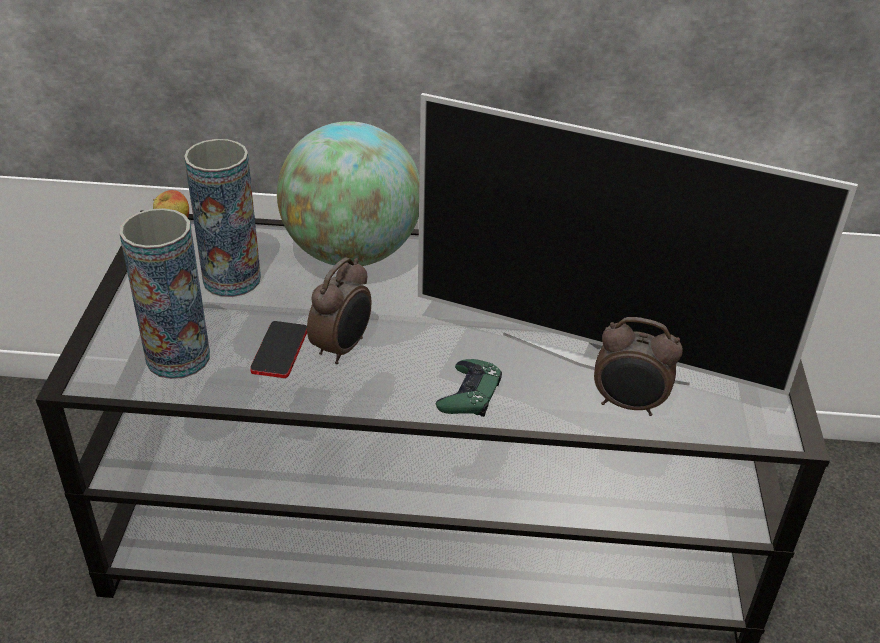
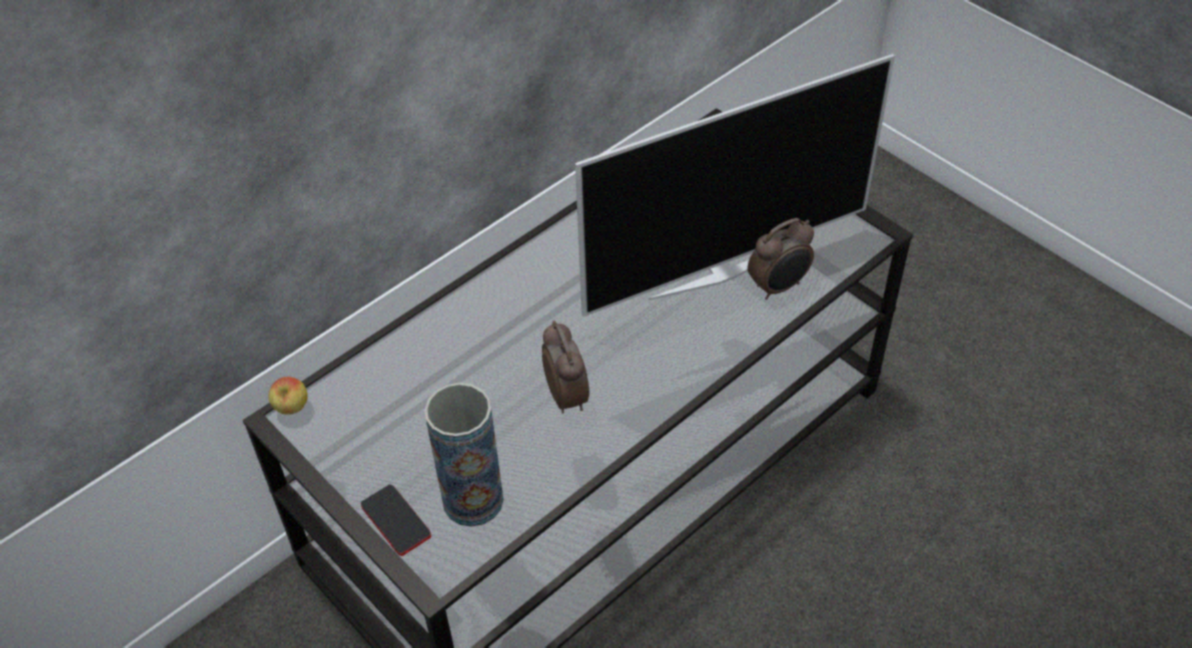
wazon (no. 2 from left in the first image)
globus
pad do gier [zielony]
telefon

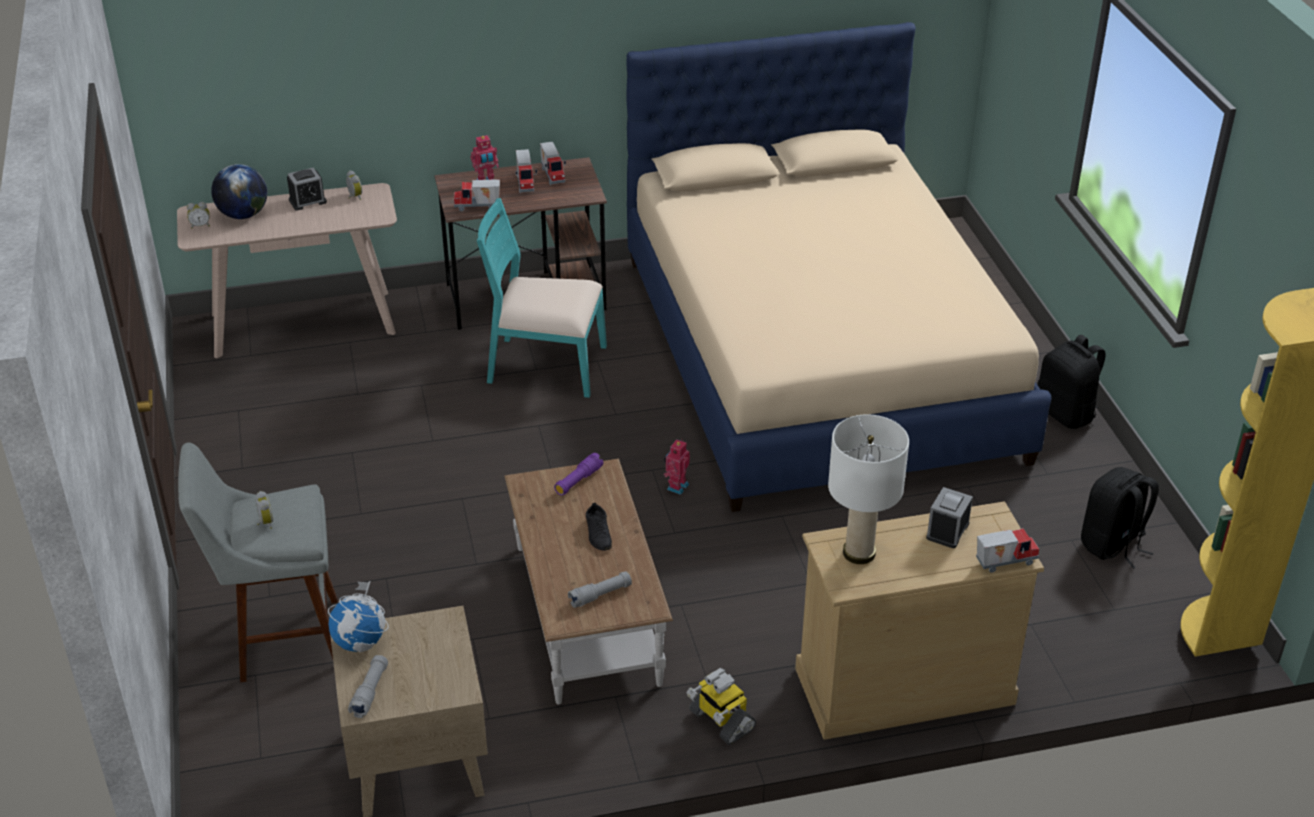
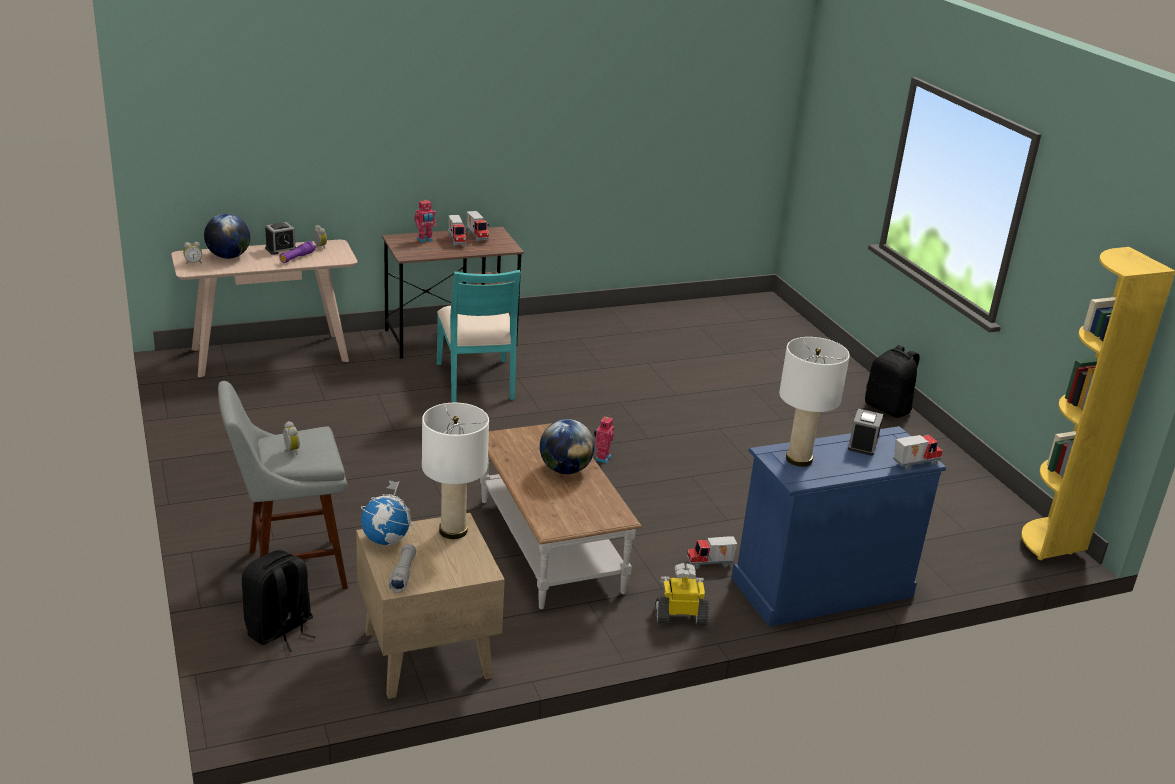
latarka [szary] (no. 2 from left in the first image)
łóżko [beżowy]
lampa stołowa [biały] (no. 1 from left)
ciężarówka zabawkowa (no. 3 from left)
latarka [fioletowy]
plecak [czarny] (no. 1 from left)
globus (no. 3 from left)
komoda [niebieski]
krzesło [turkusowy]
robot zabawkowy (no. 3 from left)

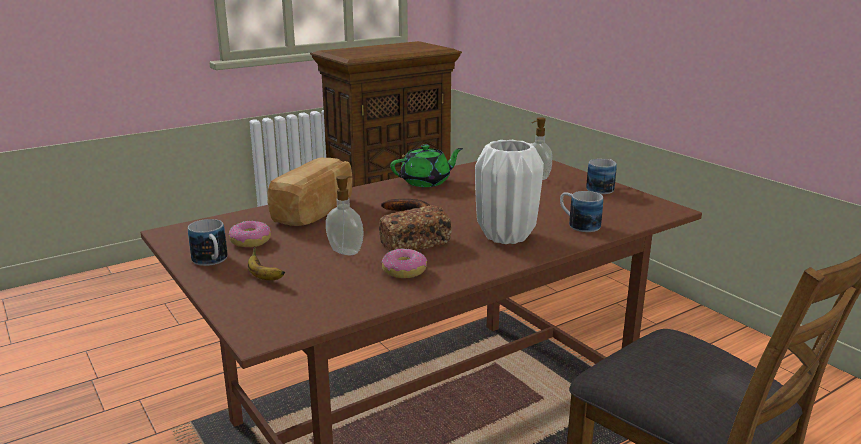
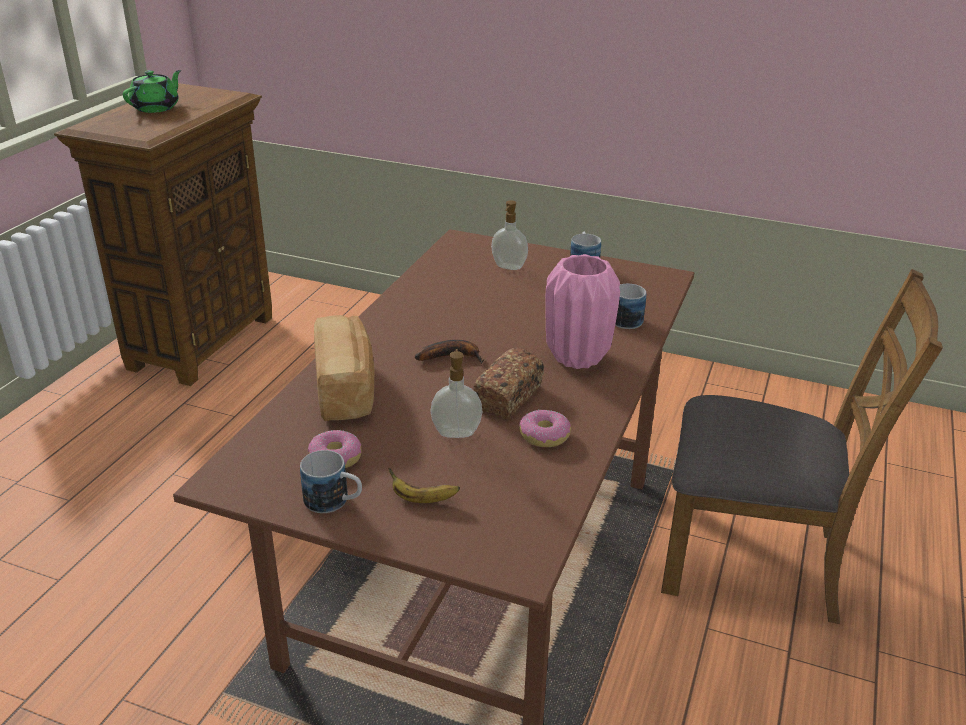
imbryk [zielony]
wazon [różowy]

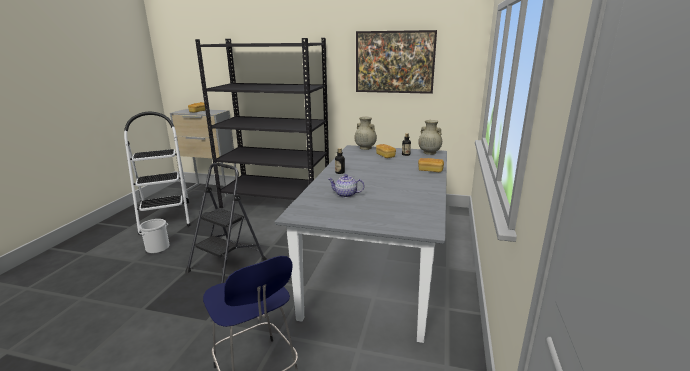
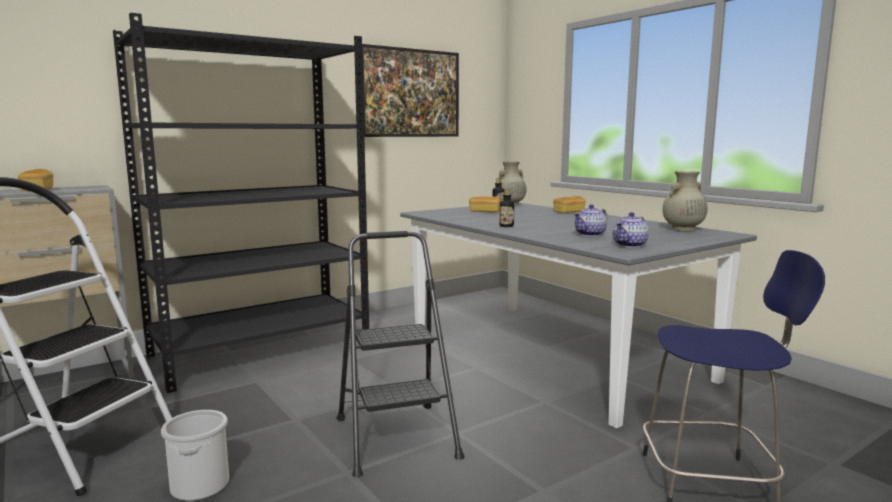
imbryk (no. 2 from left)
wazon [beżowy] (no. 2 from left)

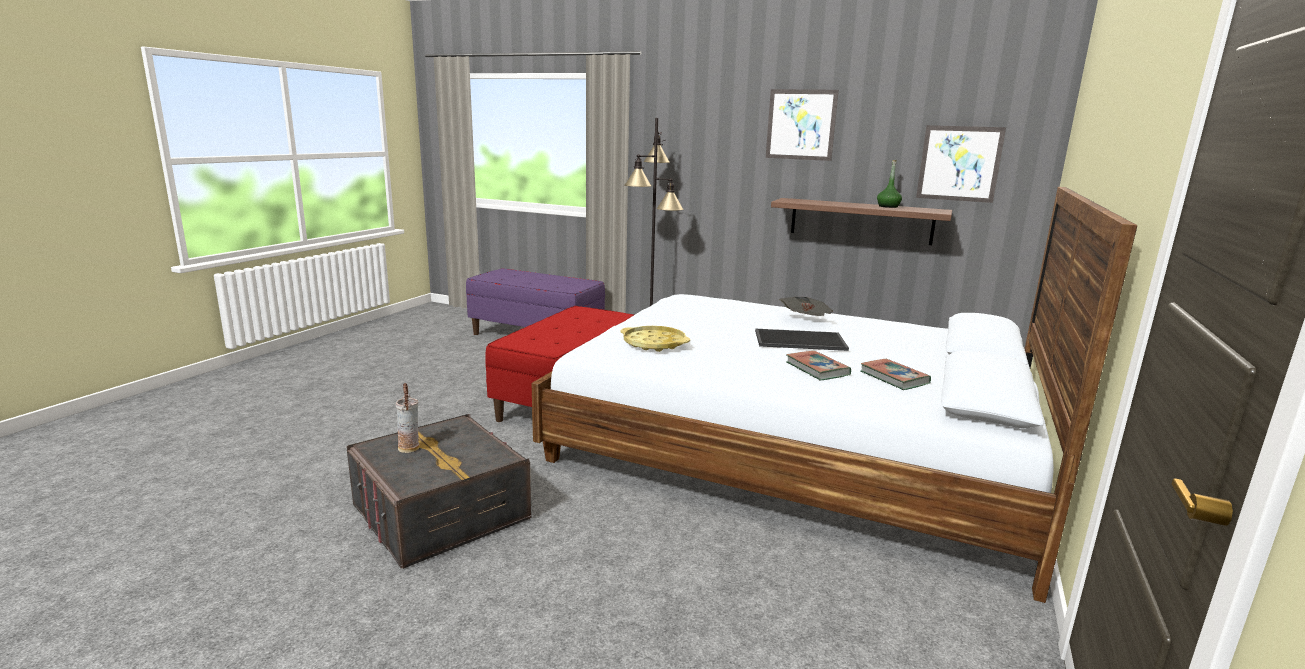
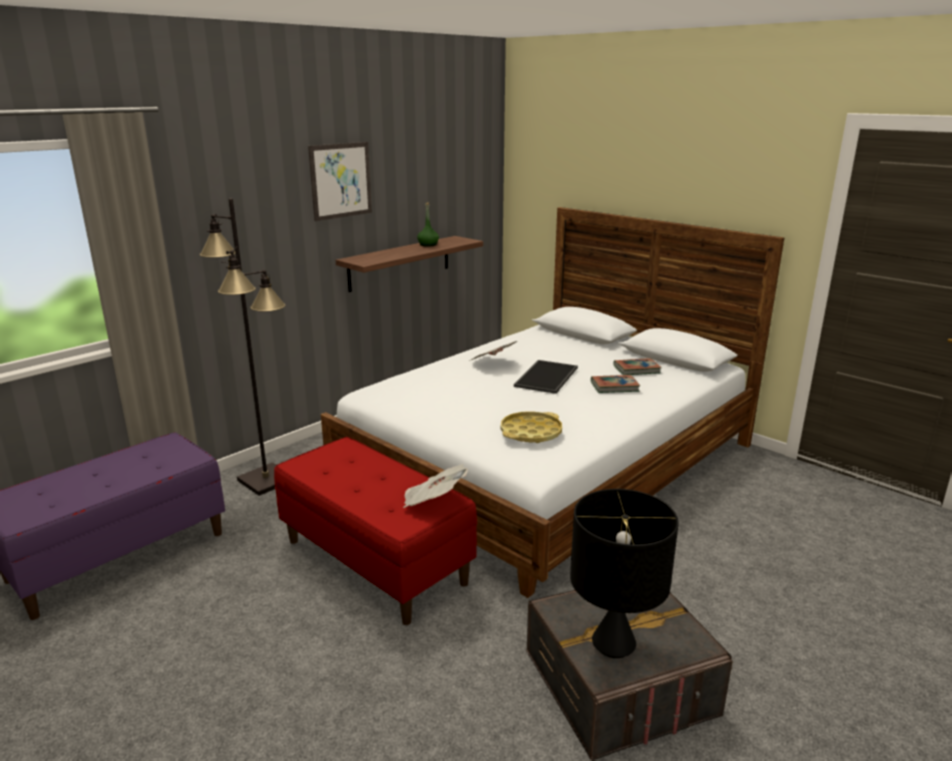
obraz (no. 2 from left in the first image)
gazeta (no. 1 from left)
lampa stołowa [czarny]

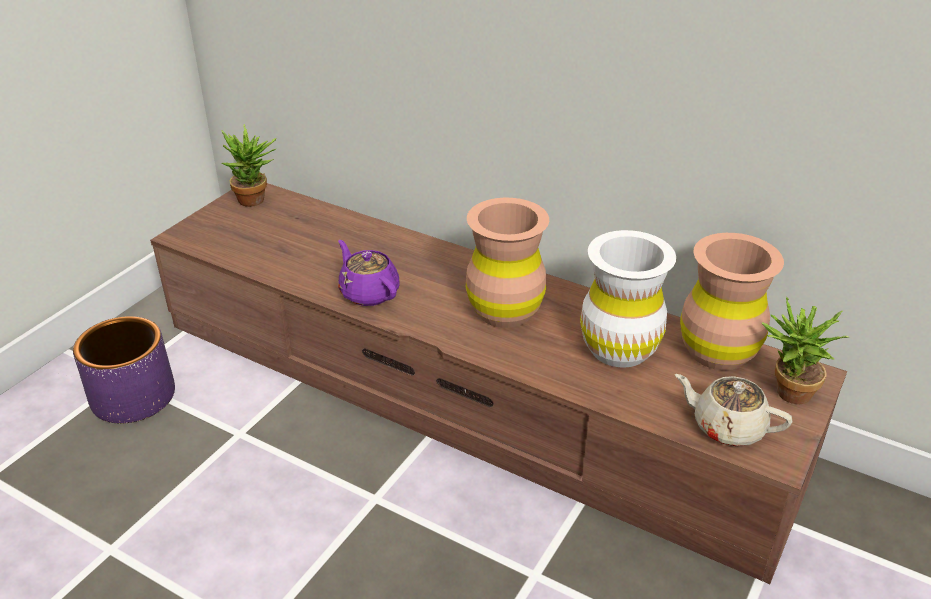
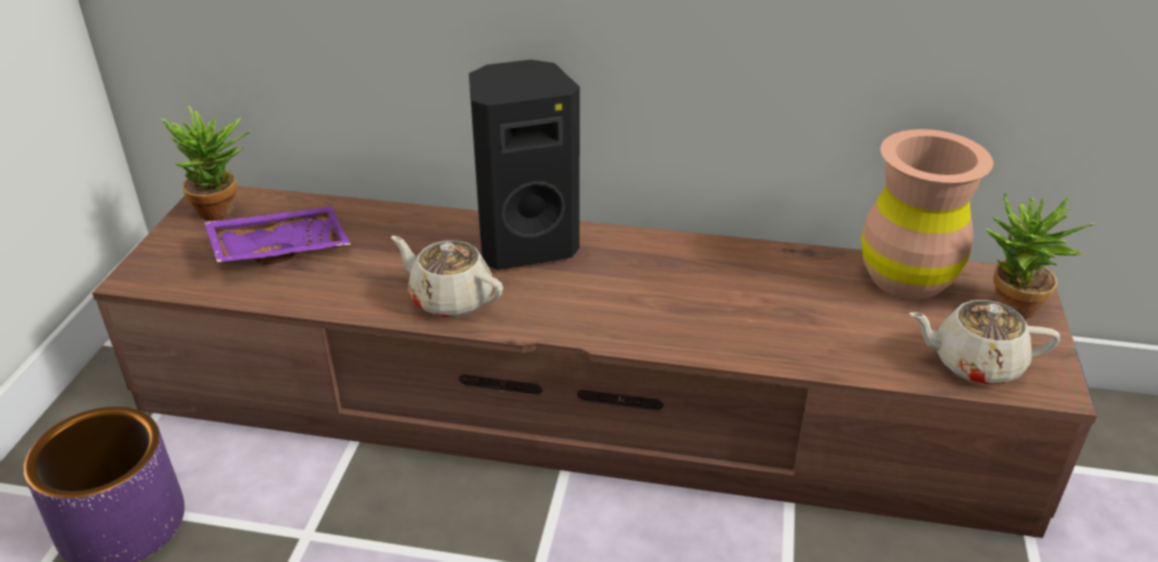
wazon [brązowy] (no. 1 from left in the first image)
wazon [biały]
taca [fioletowy]
głośnik [czarny]
imbryk [beżowy] (no. 1 from left)

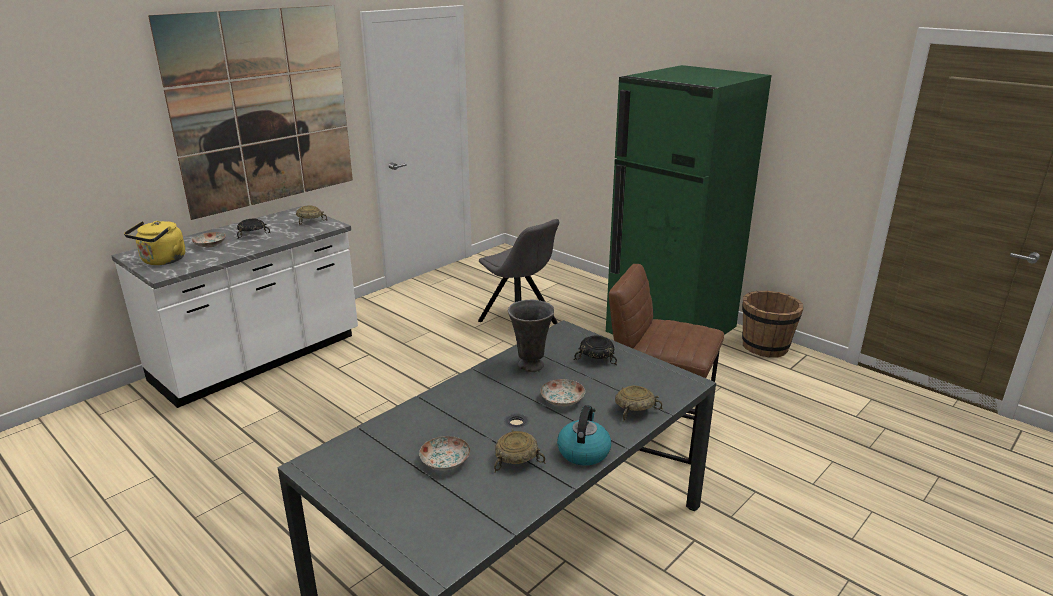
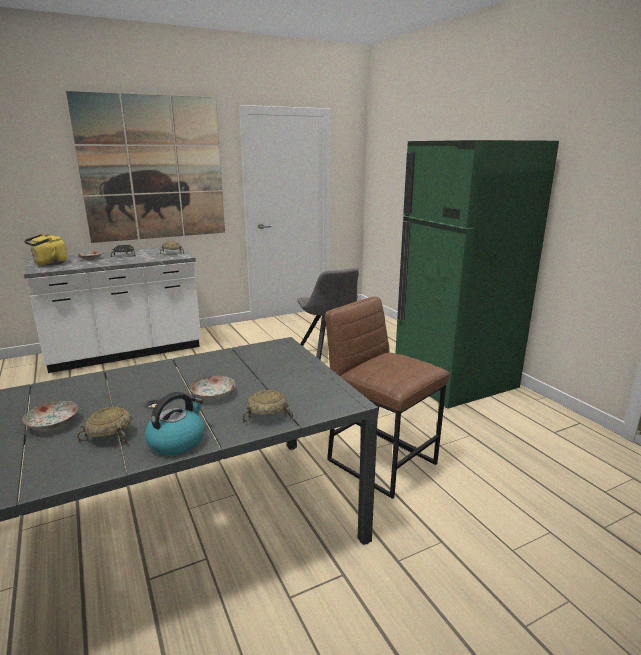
wazon [szary]
miska [czarny] (no. 2 from left in the first image)
wiadro [brązowy]

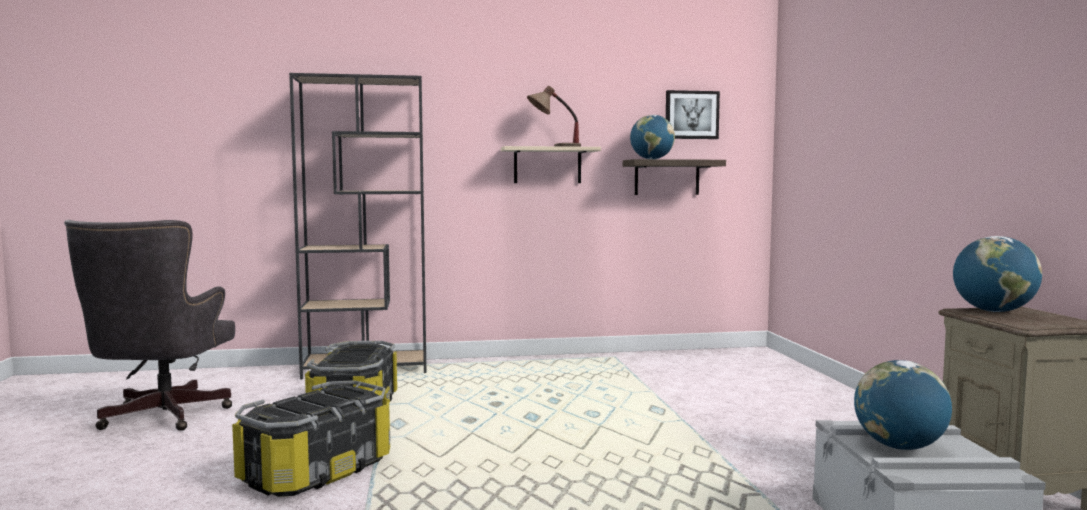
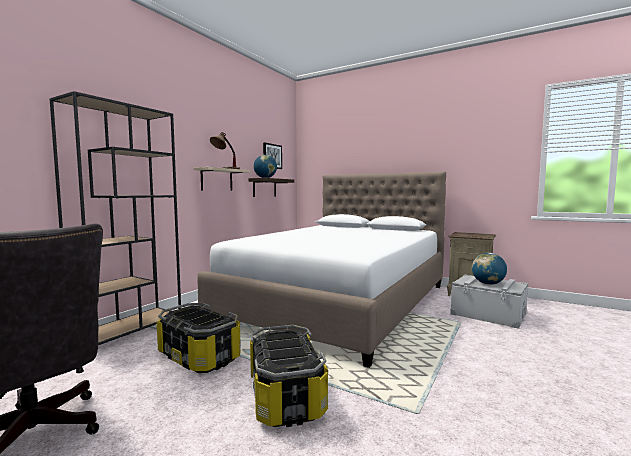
globus (no. 3 from left in the first image)
łóżko [biały]

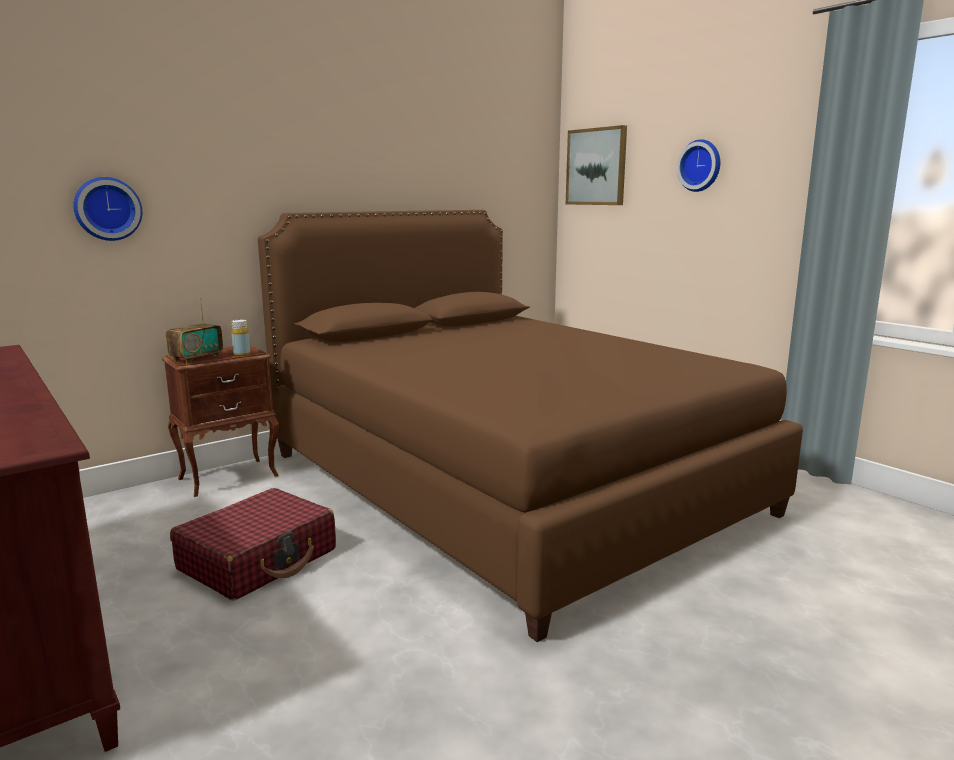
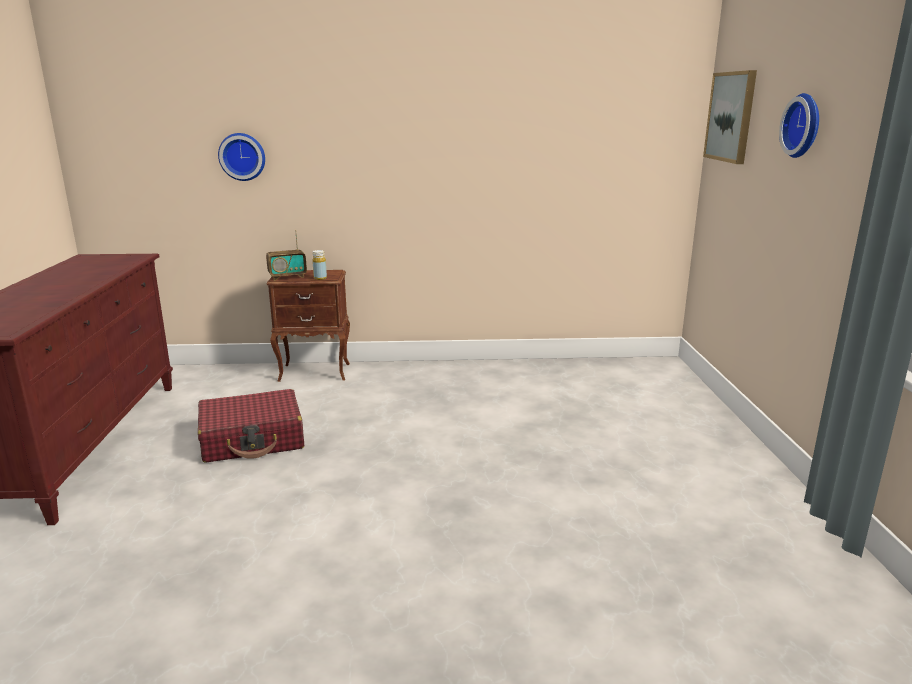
łóżko [brązowy]

